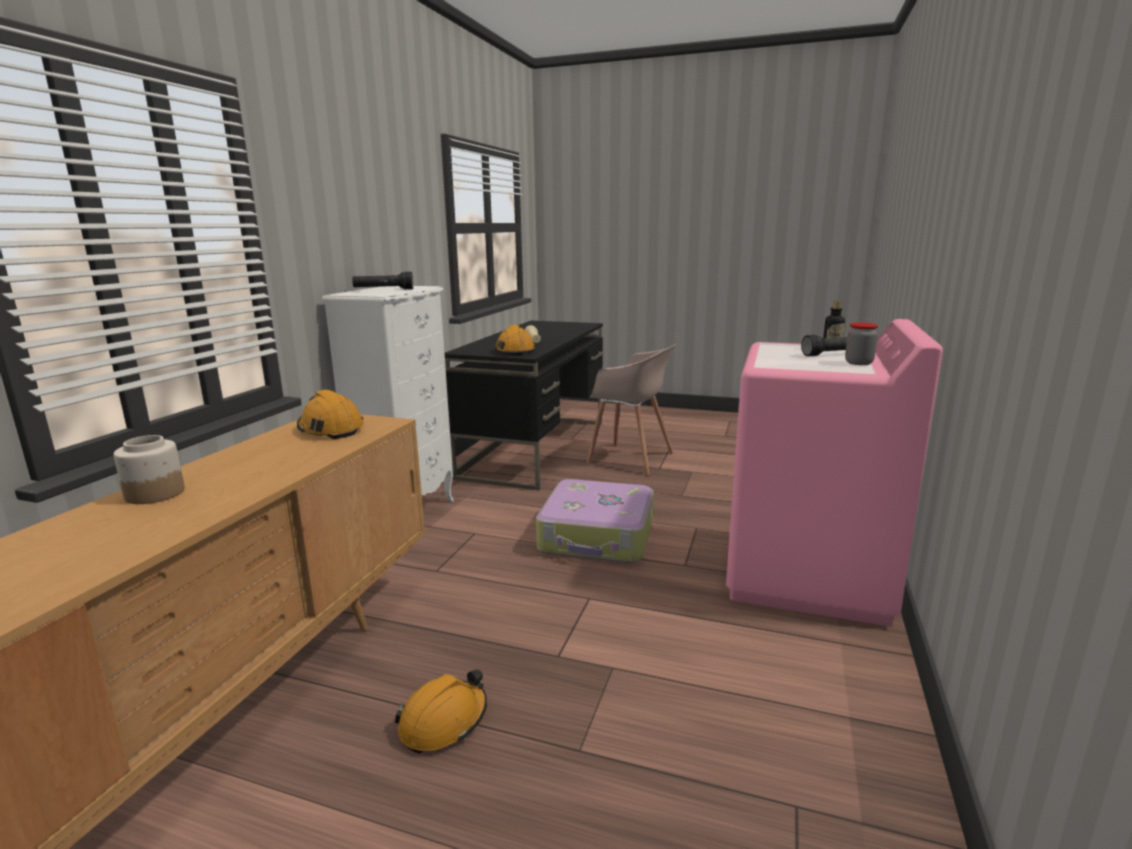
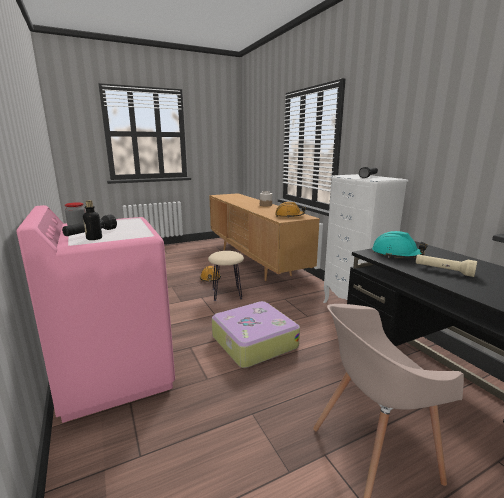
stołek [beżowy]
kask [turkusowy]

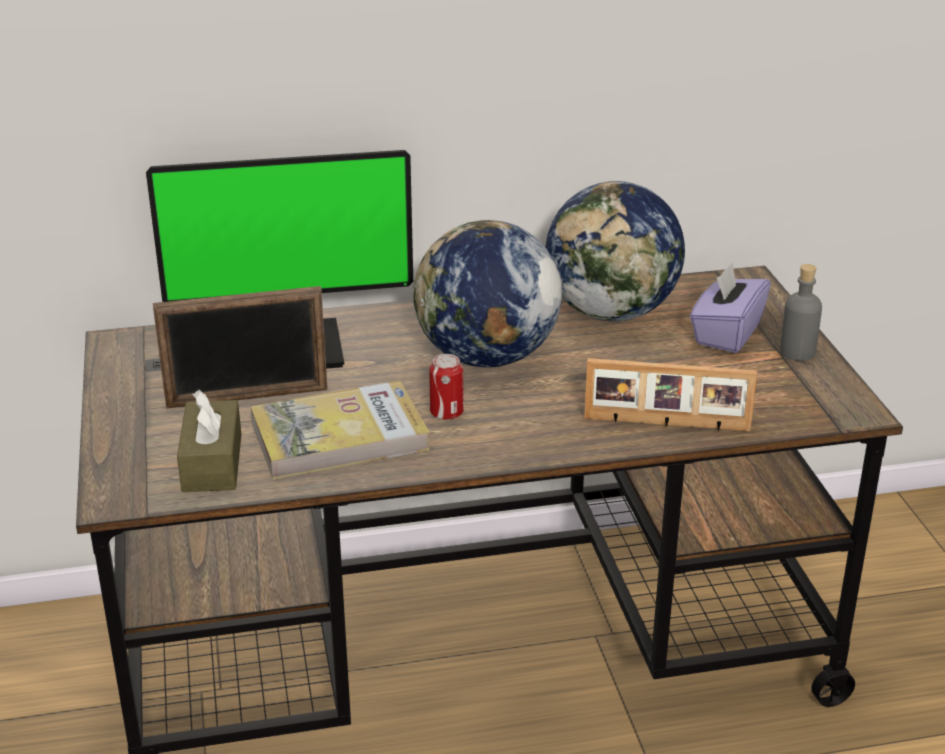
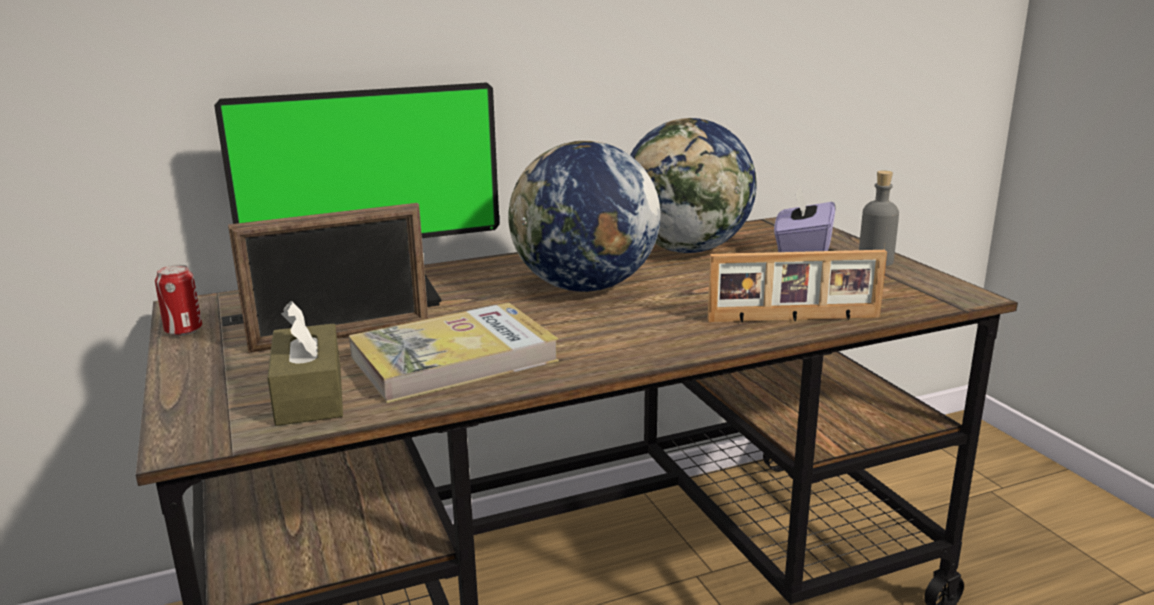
puszka

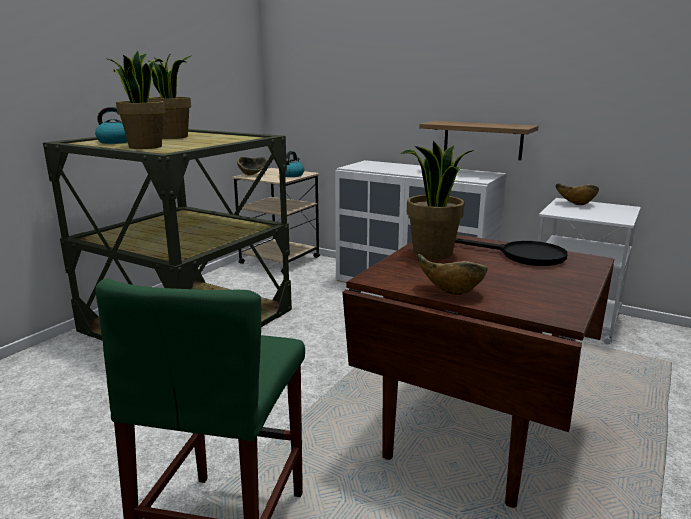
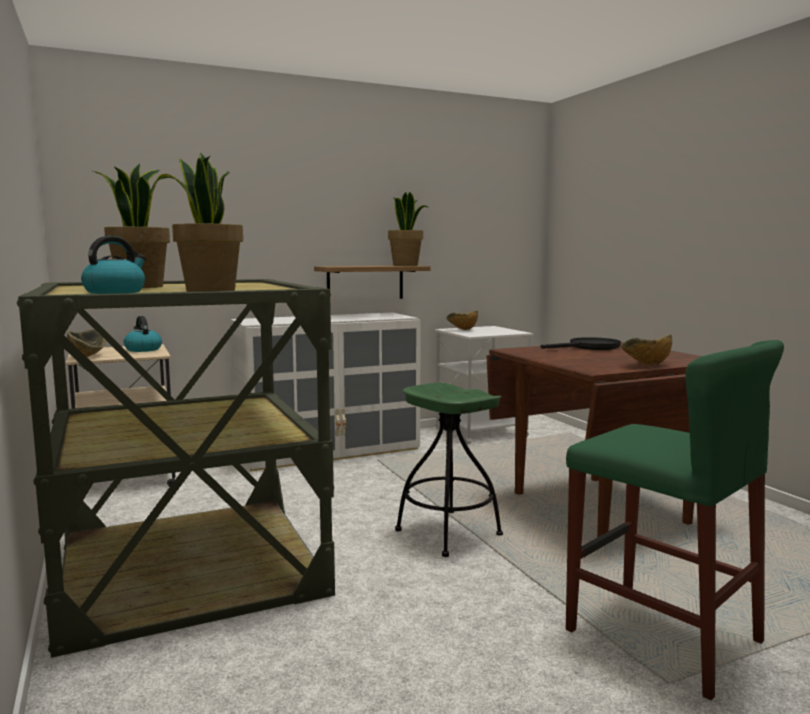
stołek [zielony] (no. 1 from left)
roślina doniczkowa (no. 3 from left)

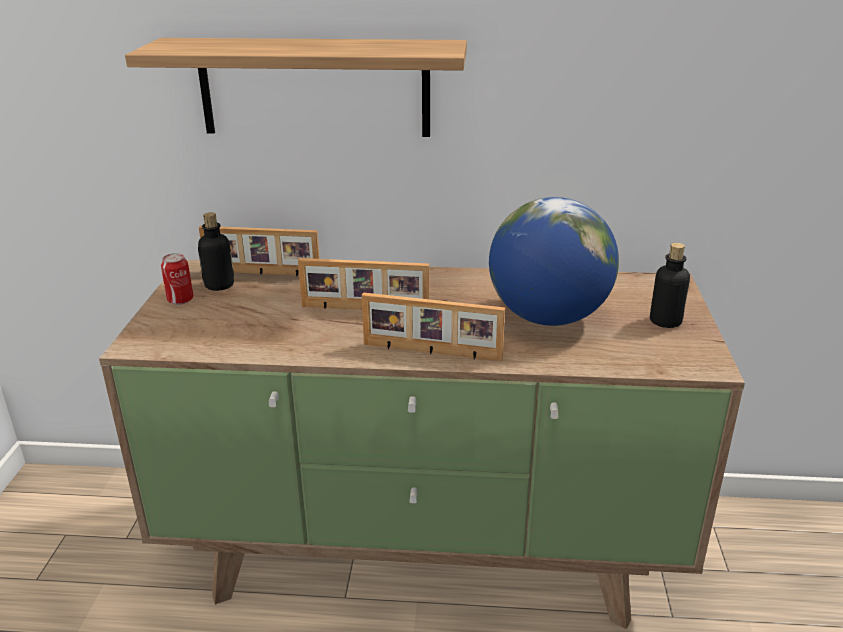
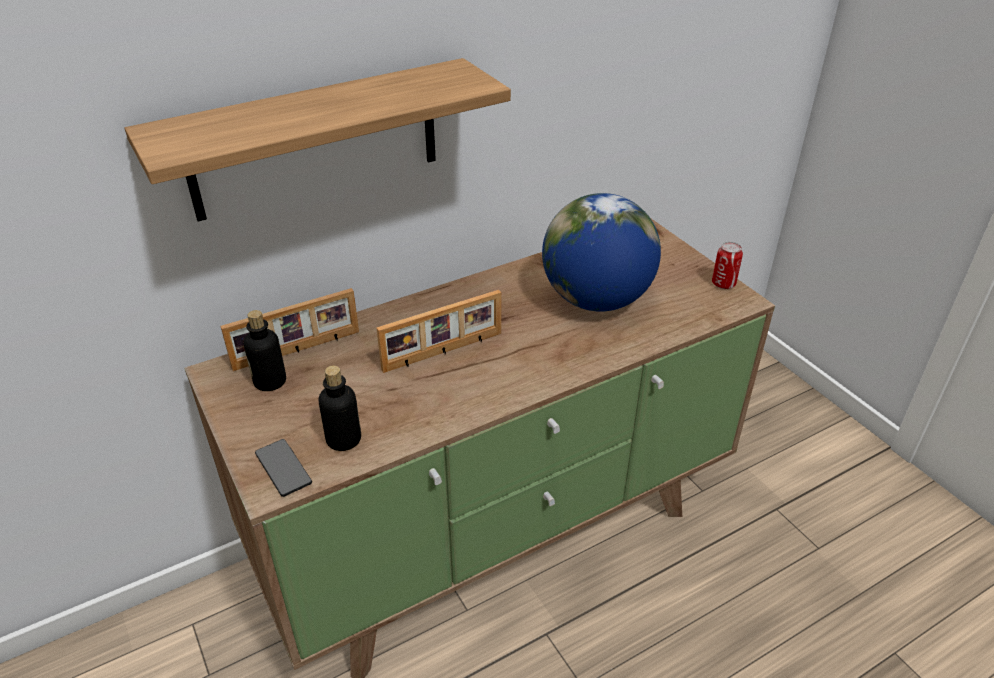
ramka na zdjęcie (no. 3 from left in the first image)
telefon
puszka
butelka (no. 2 from left)

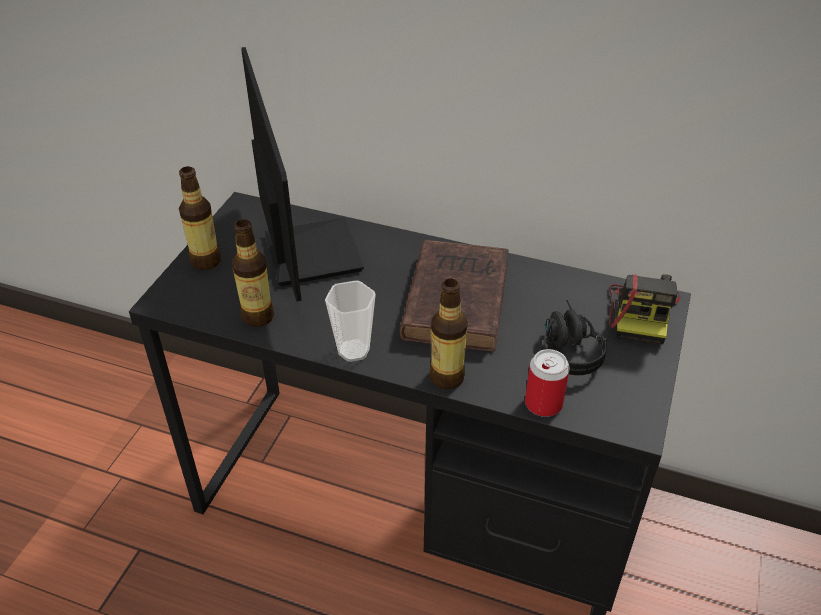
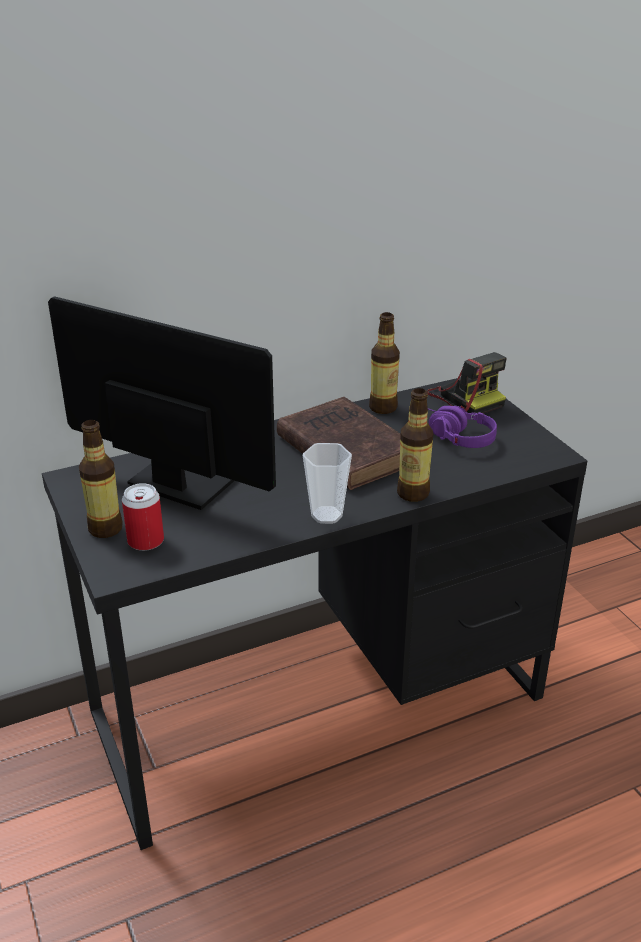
butelka (no. 2 from left)
puszka
słuchawki [fioletowy]

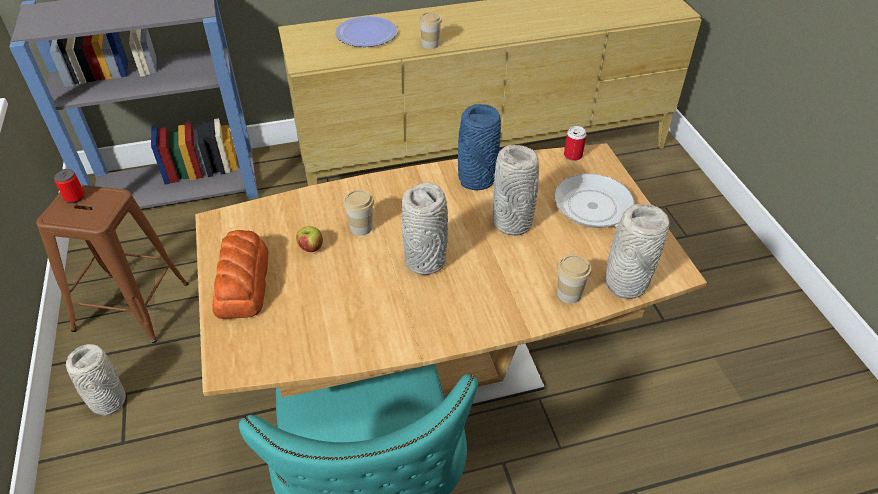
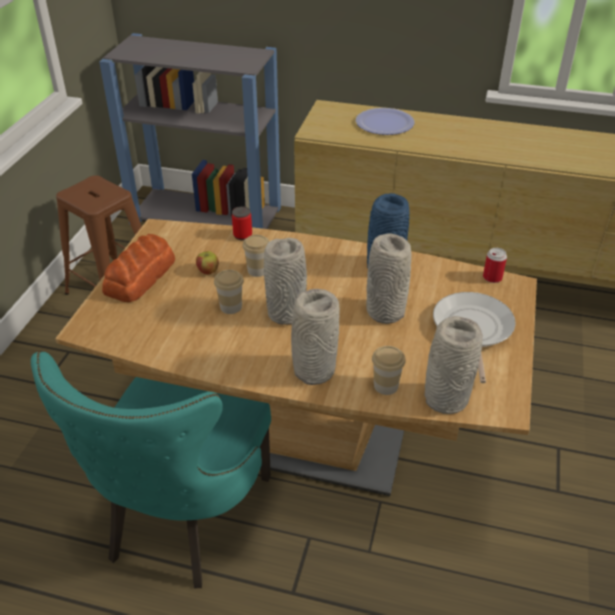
puszka (no. 1 from left)
wazon [szary] (no. 2 from left)
filiżanka (no. 1 from left)

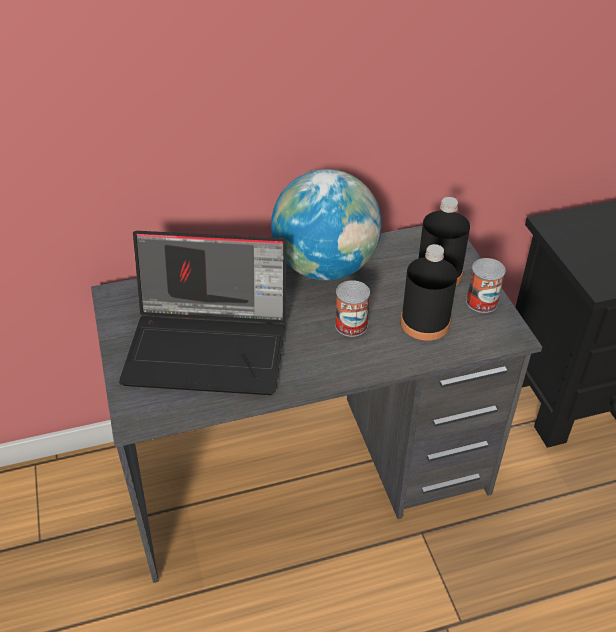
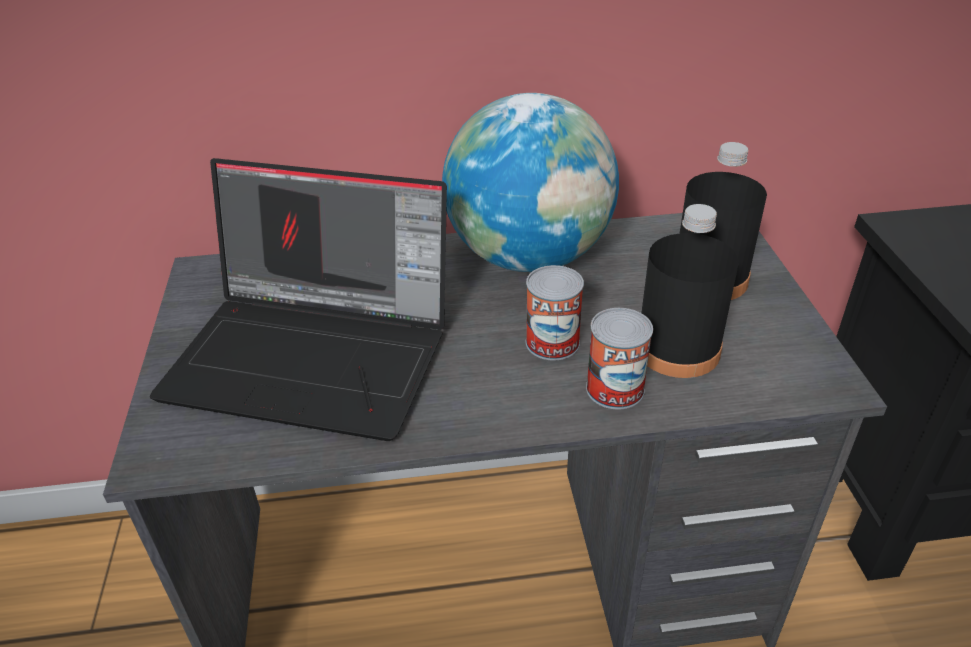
puszka (no. 2 from left)

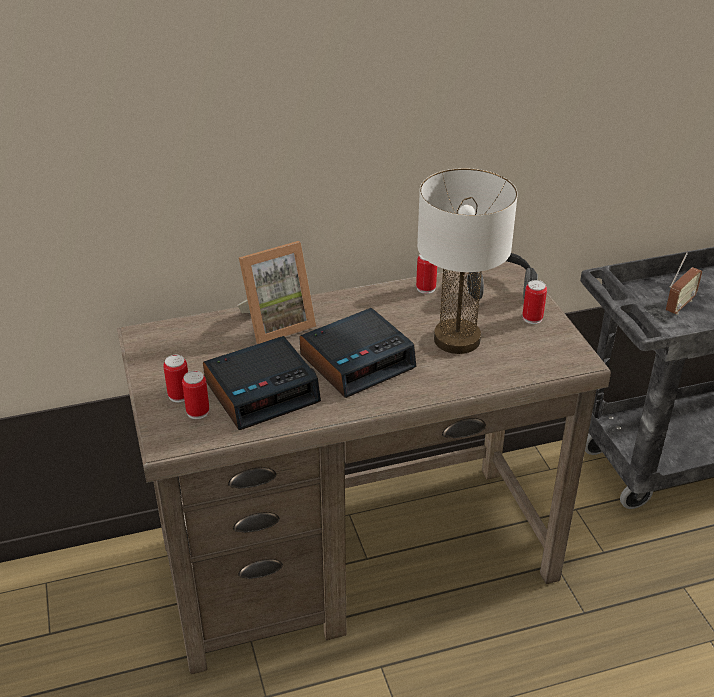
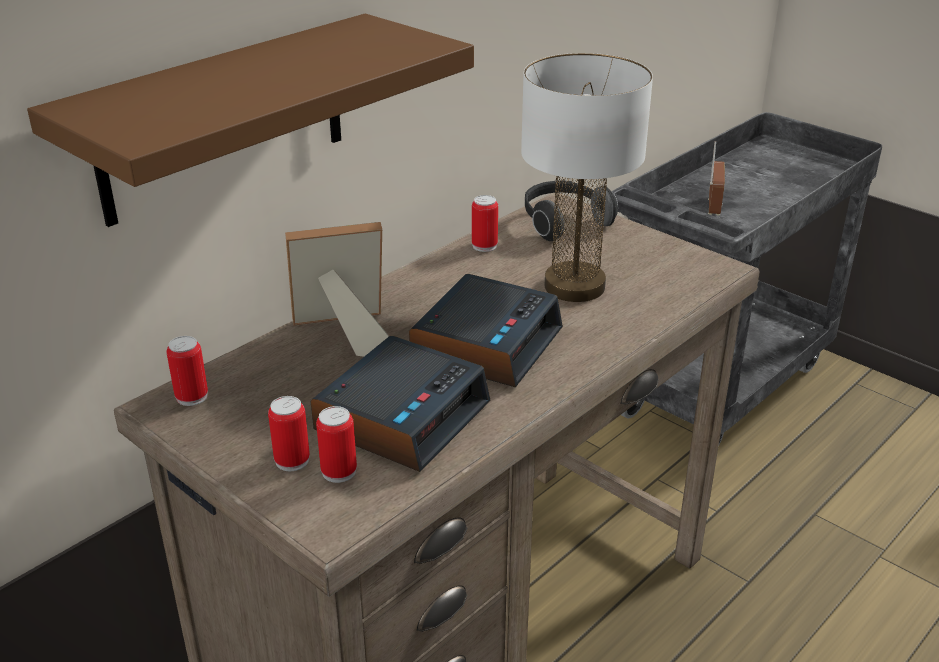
półka [brązowy]
puszka (no. 1 from left)
ramka na zdjęcie

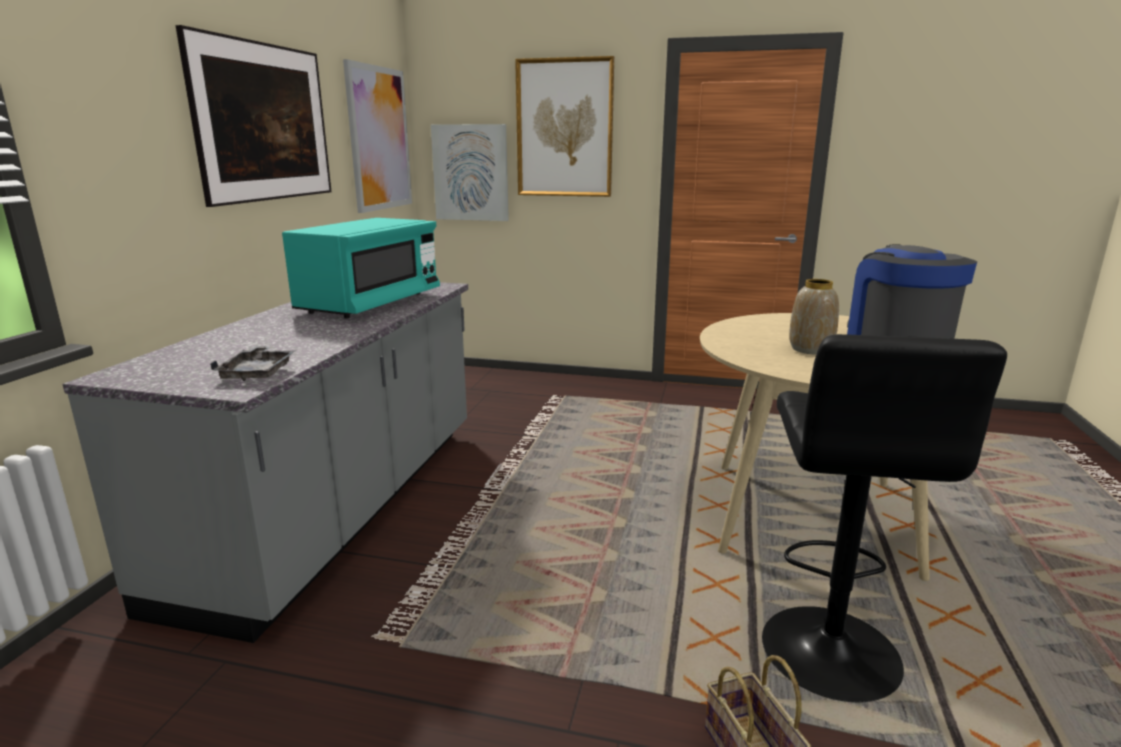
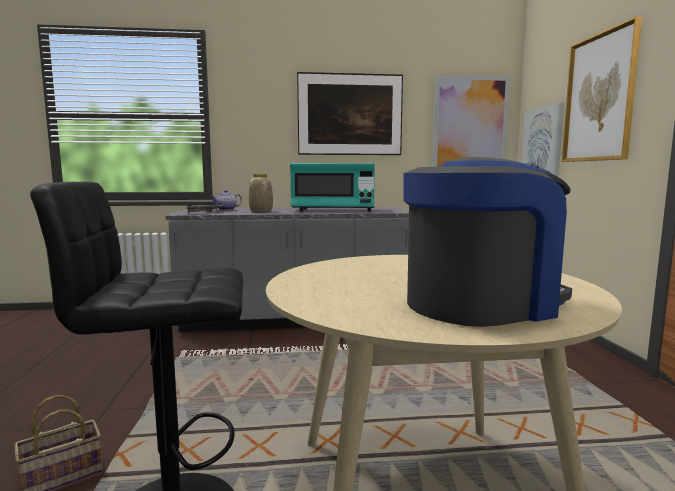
imbryk
wazon

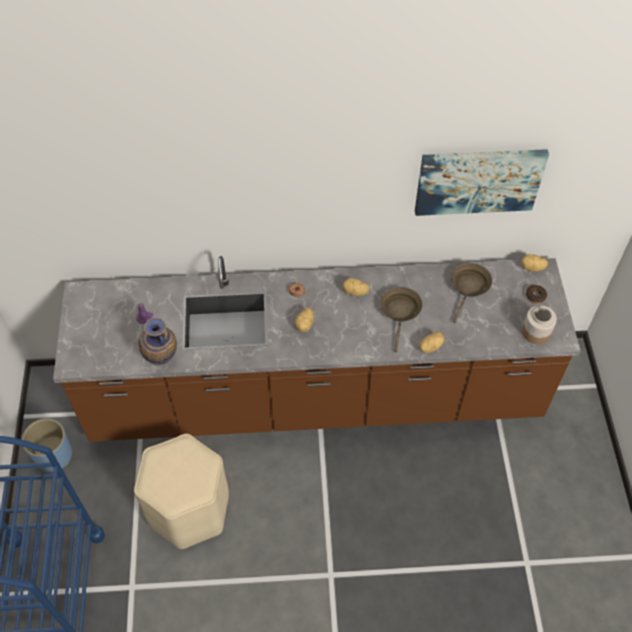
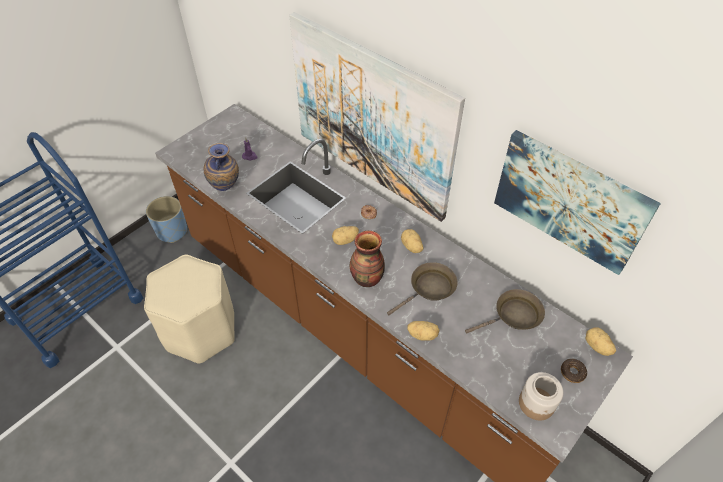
obraz (no. 1 from left)
wazon (no. 2 from left)

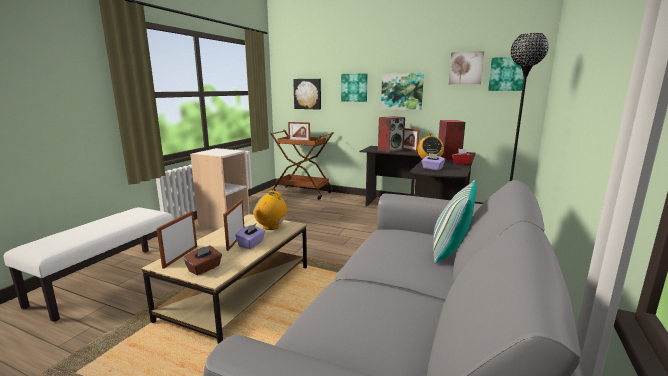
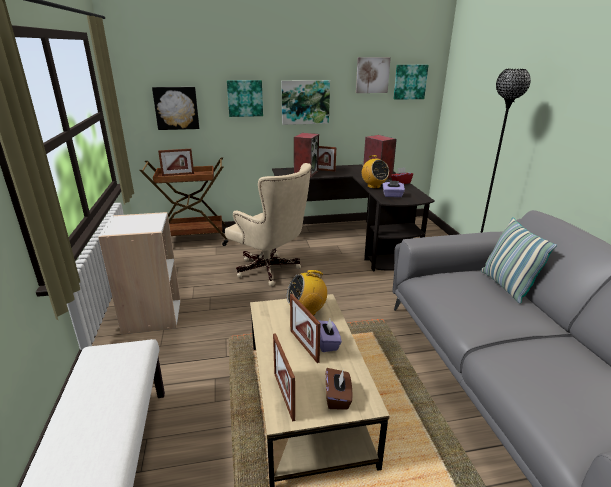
krzesło biurowe [beżowy]

